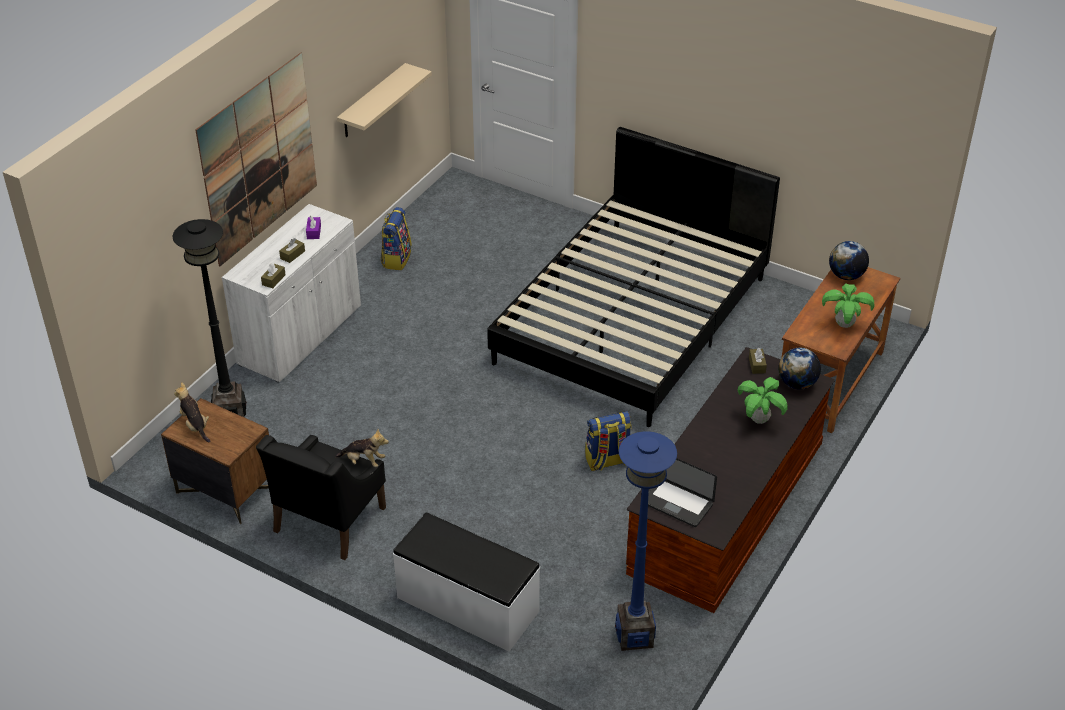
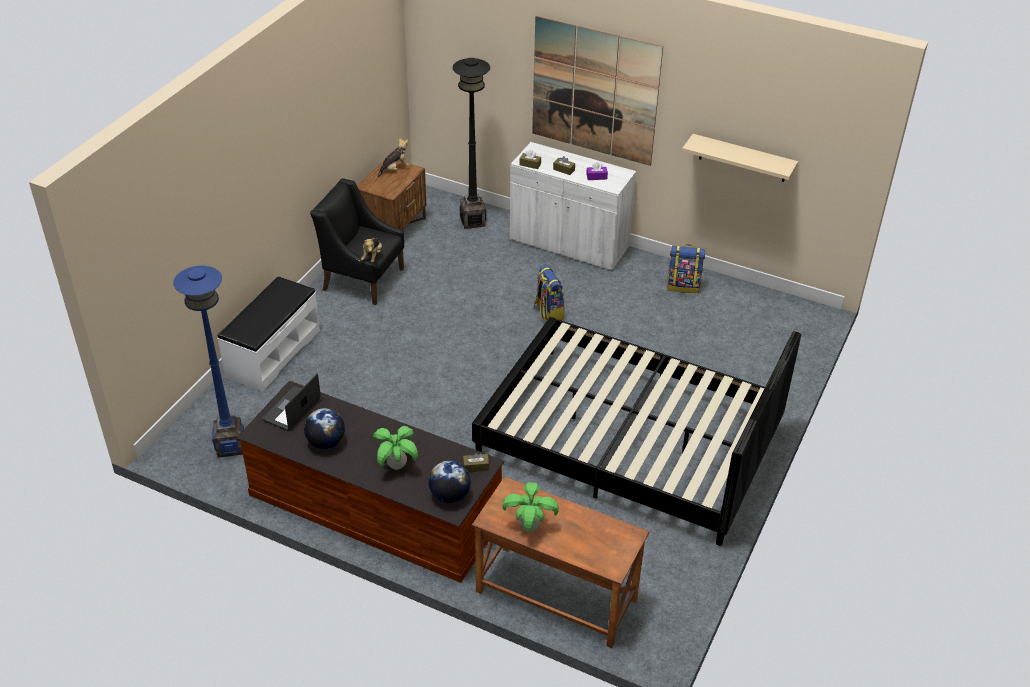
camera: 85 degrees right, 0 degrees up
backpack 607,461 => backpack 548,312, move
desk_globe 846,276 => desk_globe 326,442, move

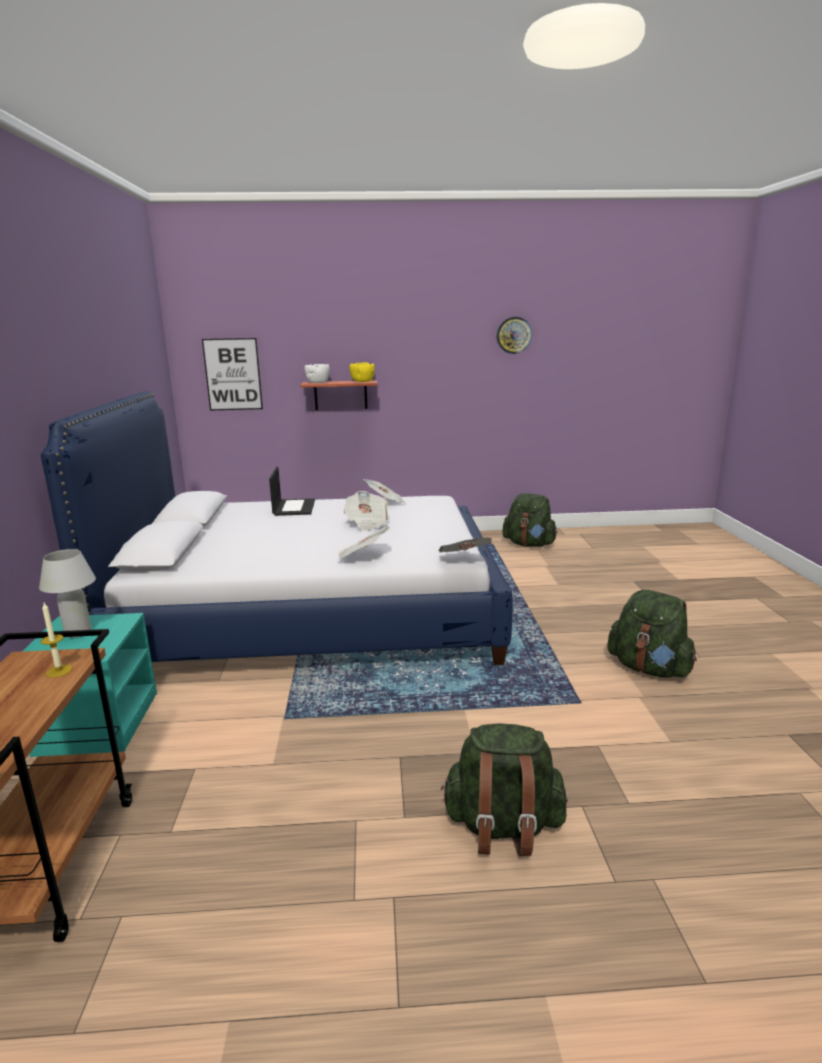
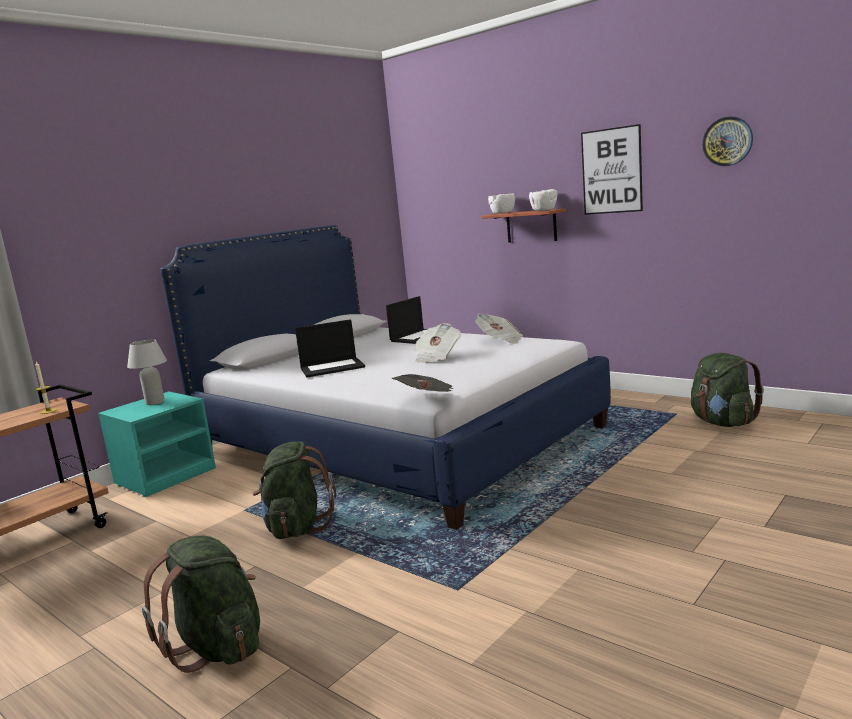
camera: 45 degrees right, 5 degrees down
wall_art 233,374 => wall_art 611,171, move
newspaper 362,557 => nothing
yellowish_bowl 362,381 => white_bowl 543,210
green-coloured_backpack 649,668 => green-coloured_backpack 297,528, move
nothing => laptop 333,367

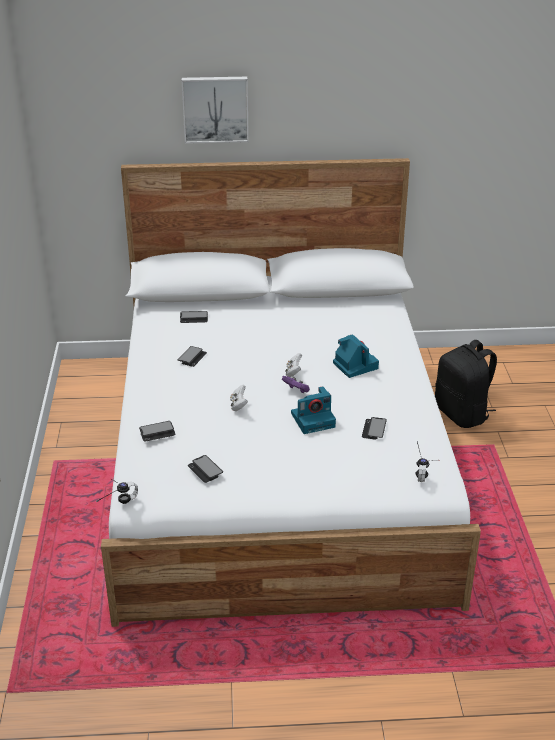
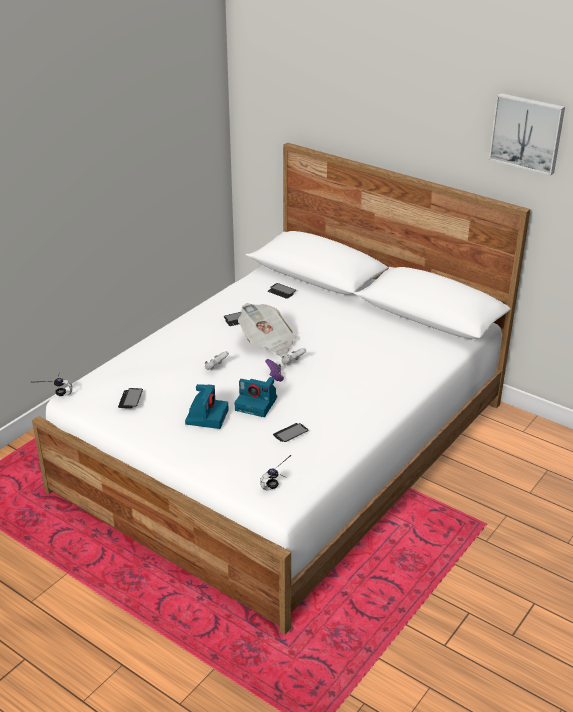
camera: 40 degrees right, 0 degrees up
handset 157,432 => nothing
wall_art 215,109 => wall_art 527,133, move
photo_camera 354,365 => photo_camera 207,416, move
blackish_backpack 462,414 => nothing
nothing => newspaper 267,343

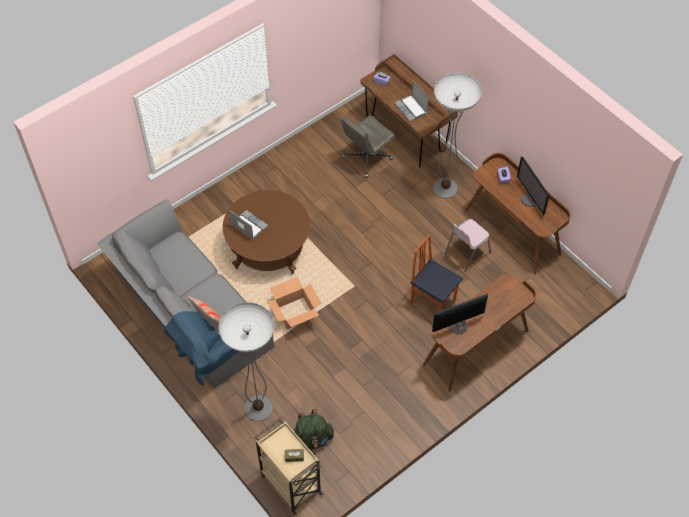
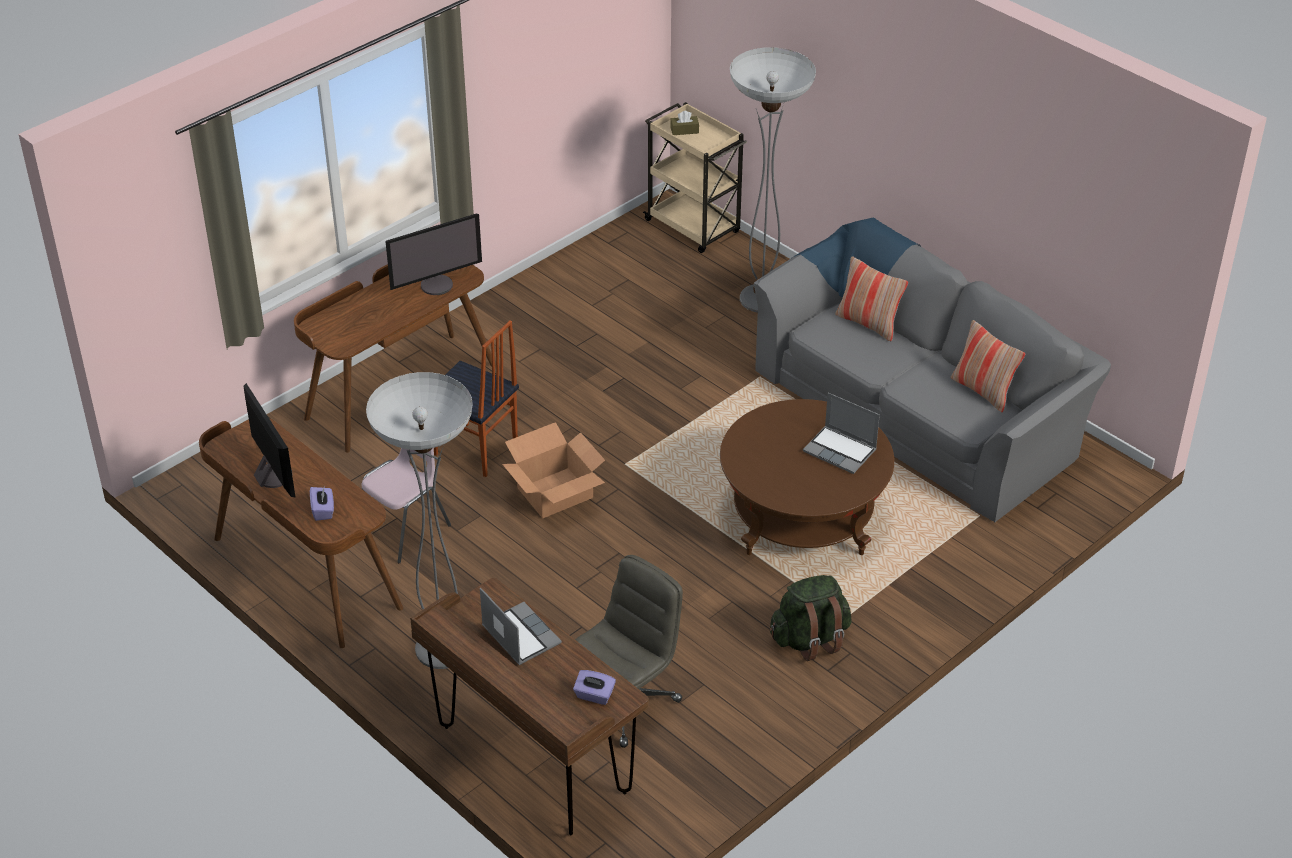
camera: 175 degrees right, 15 degrees down
packing_box 294,313 => packing_box 555,493, move
green-coloured_backpack 312,439 => green-coloured_backpack 810,639, move
nothing => cushion 983,391

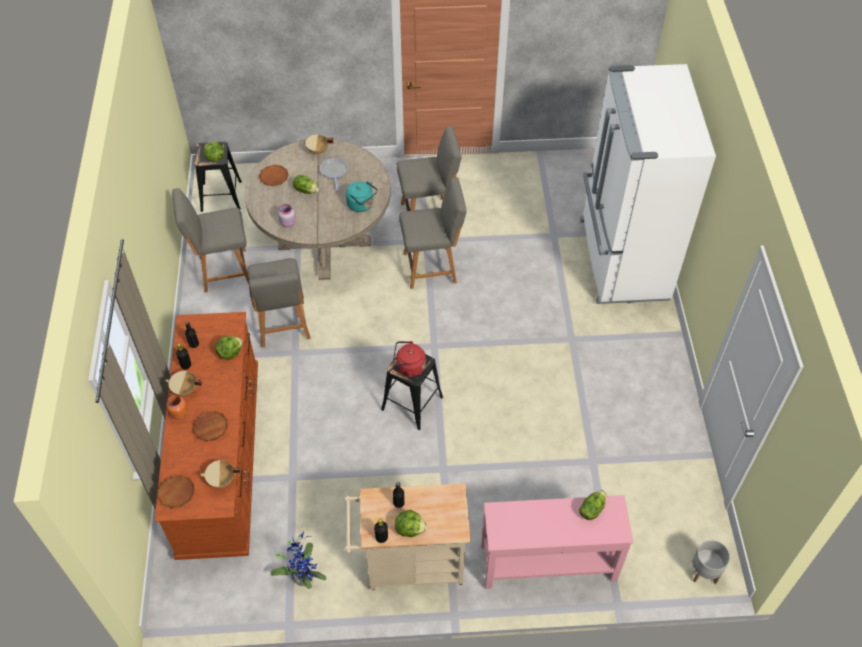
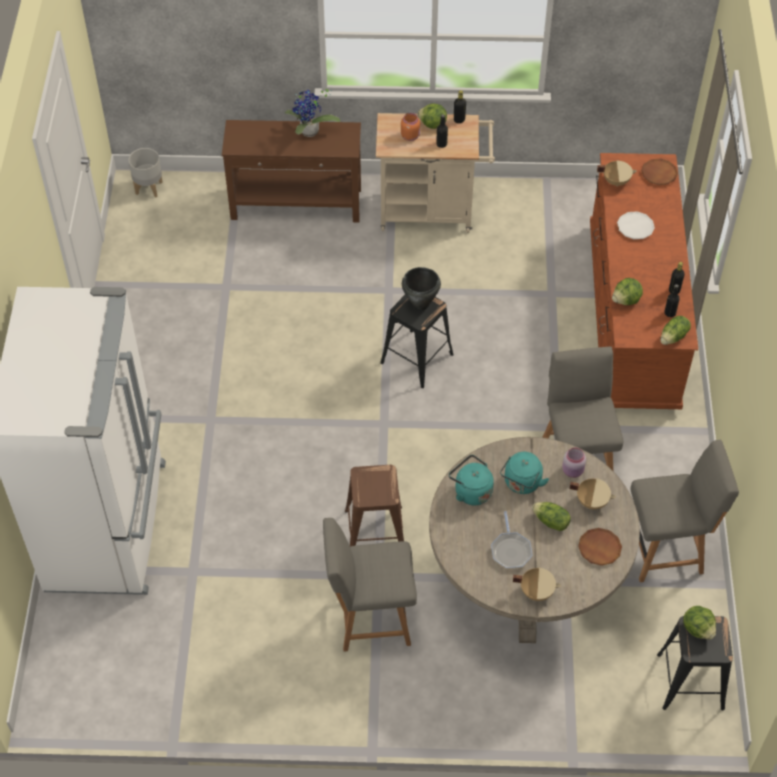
camera: 175 degrees left, 0 degrees up
beige-coloured_saucepot 185,390 => beige-coloured_saucepot 592,501, move
orangey_jar 179,414 => orangey_jar 410,136, move
brown-coloured_plate 211,427 => white_plate 635,227
plant_in_a_pot 303,575 => plant_in_a_pot 309,133, move
red-coloured_water_kettle 408,367 => blackish_saucepot 421,305
grey_plain_chair 432,267 => brown-coloured_stool_seat 374,532
pink-coloured_console_table 547,562 => brown-coloured_console_table 297,204
lettuce 591,509 => lettuce 674,337, move
nothing => turquoise_water_kettle 521,484

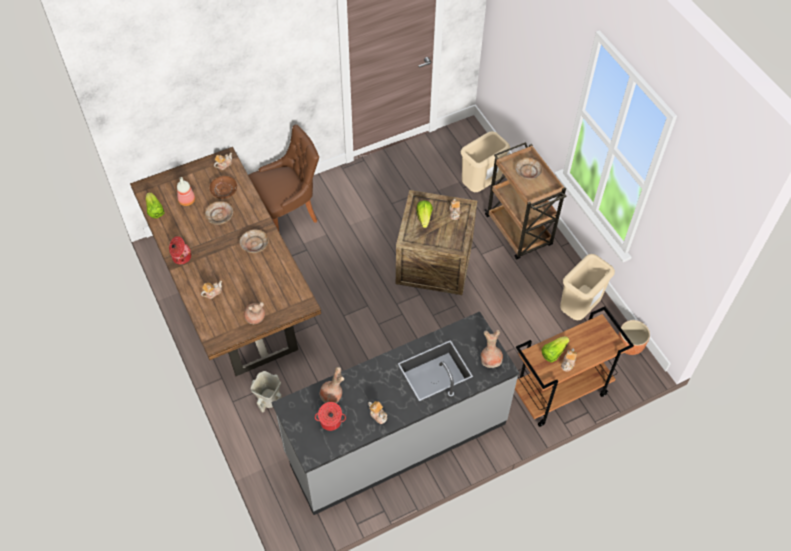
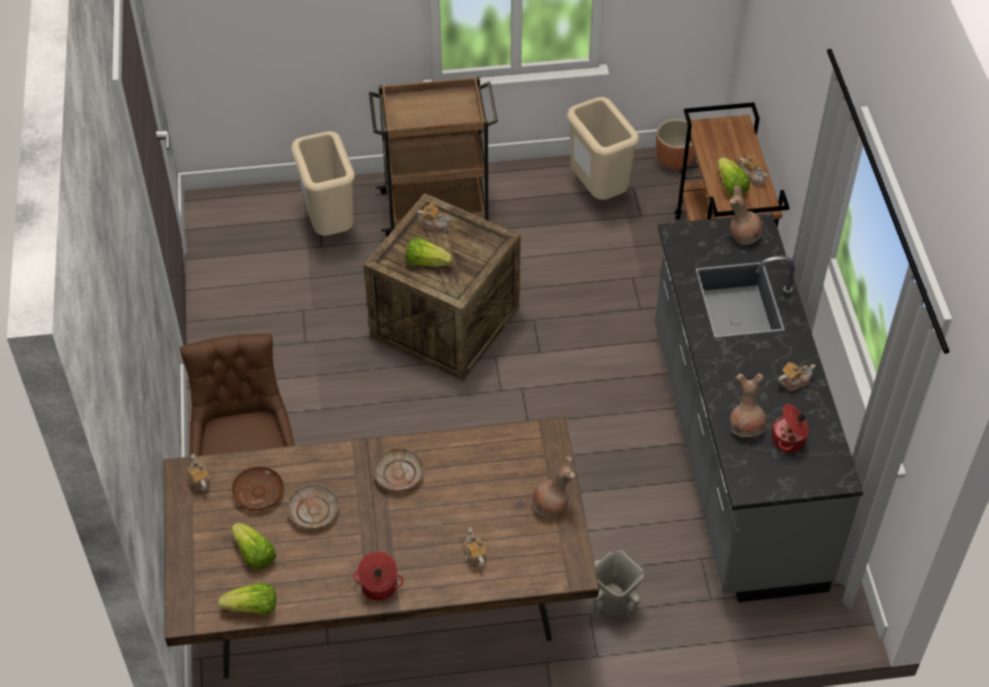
camera: 70 degrees left, 5 degrees down
bottle 186,200 => lettuce 254,554
beige-coloured_plate 528,171 => nothing

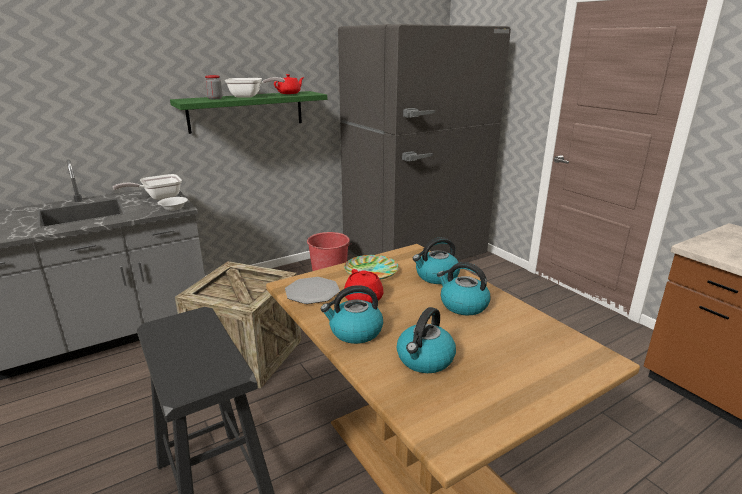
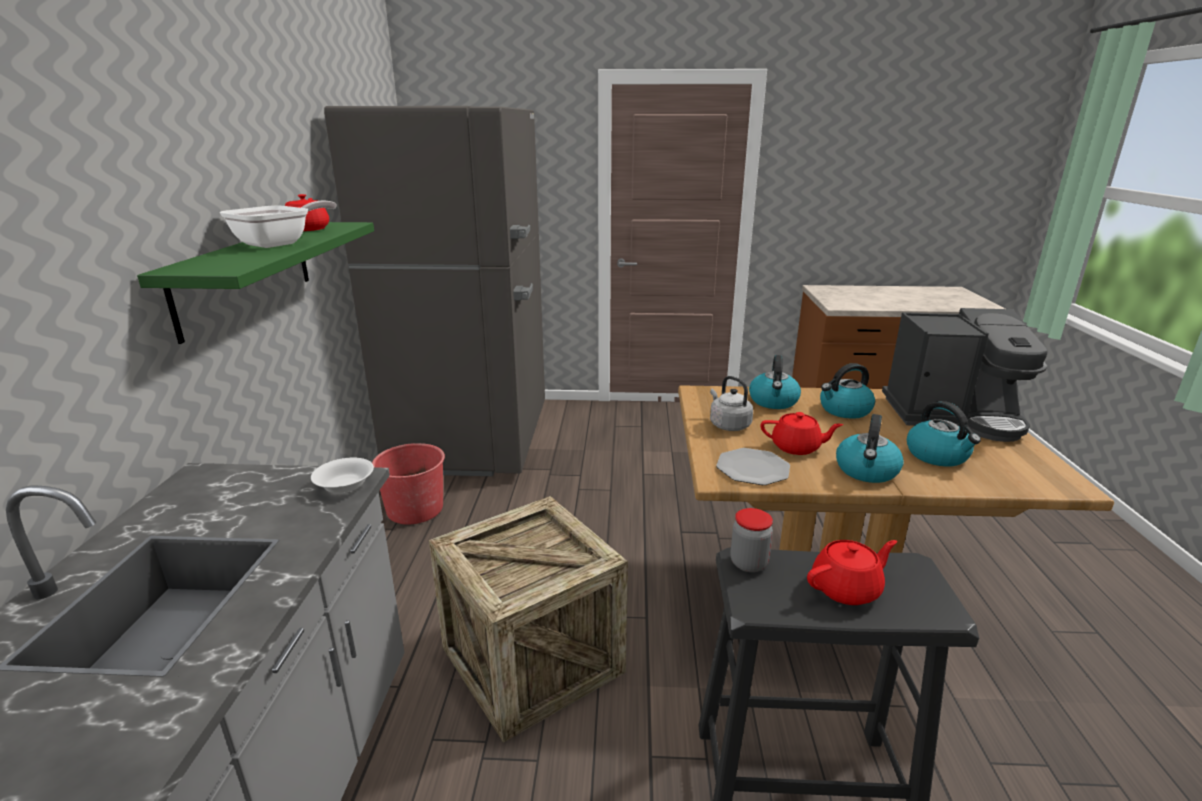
camera: 55 degrees left, 0 degrees up
pan 158,197 => nothing
jar 215,98 => jar 748,563, move
plate 371,271 => grey_water_kettle 728,425
nothing => red-coloured_teapot 847,589
nothing => coffee_maker 953,416

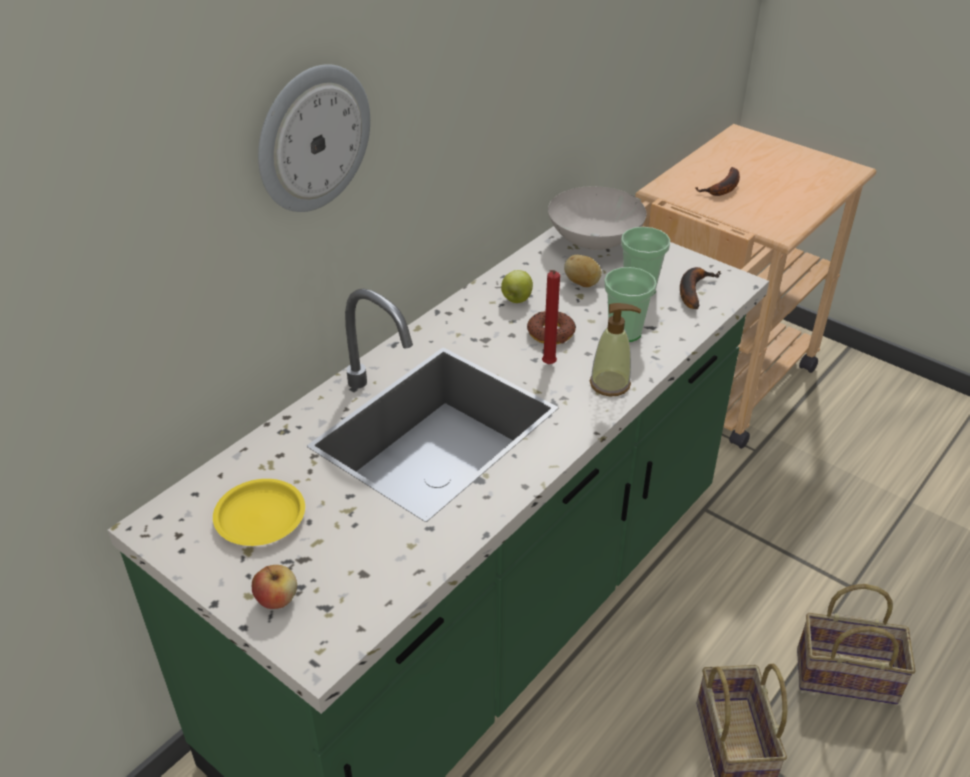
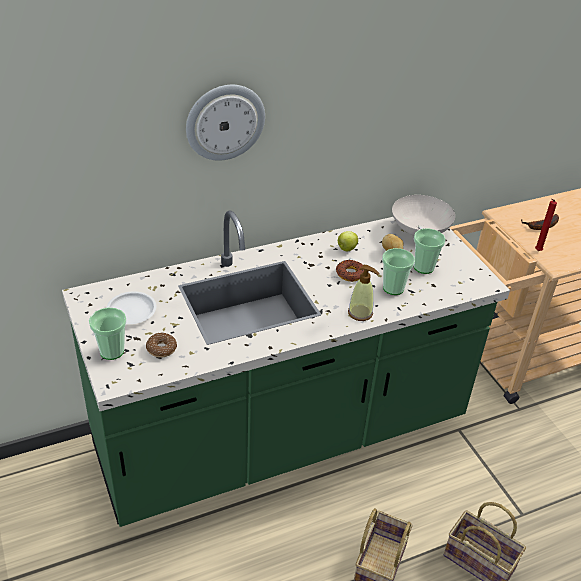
camera: 25 degrees right, 0 degrees up
yellowish_plate 260,516 => white_plate 131,310
whole_apple 277,599 => drinking_cup 112,351
red-coloured_wax_candle 548,365 => red-coloured_wax_candle 537,251, move
banana_fruit 693,290 => nothing
nothing => donut 161,349

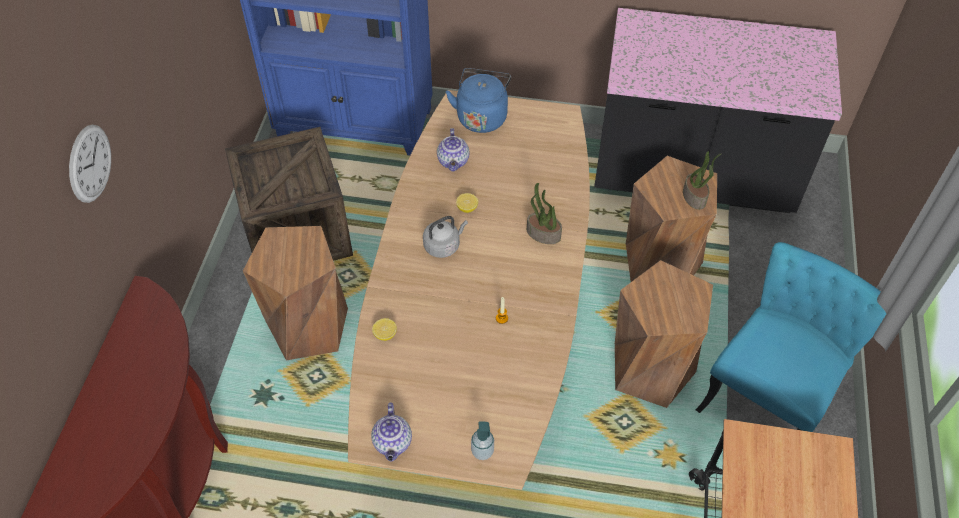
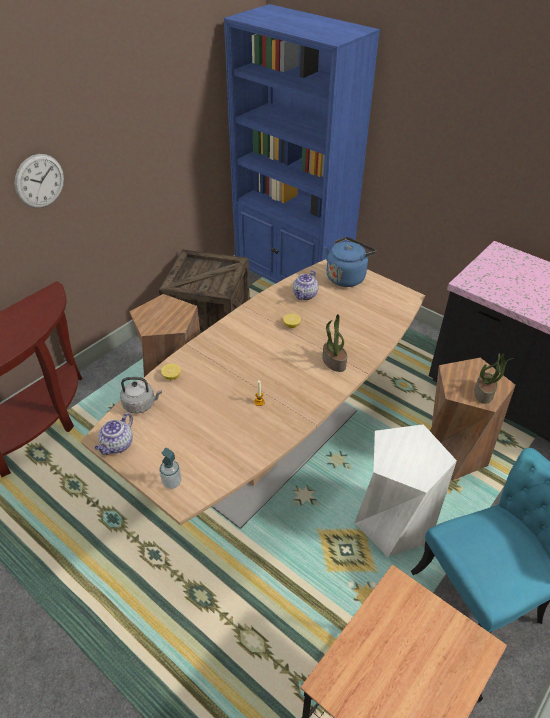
camera: 30 degrees right, 10 degrees down
grey_water_kettle 443,245 => grey_water_kettle 141,404, move
brown-coloured_stool_seat 650,369 => white_stool_seat 393,522

